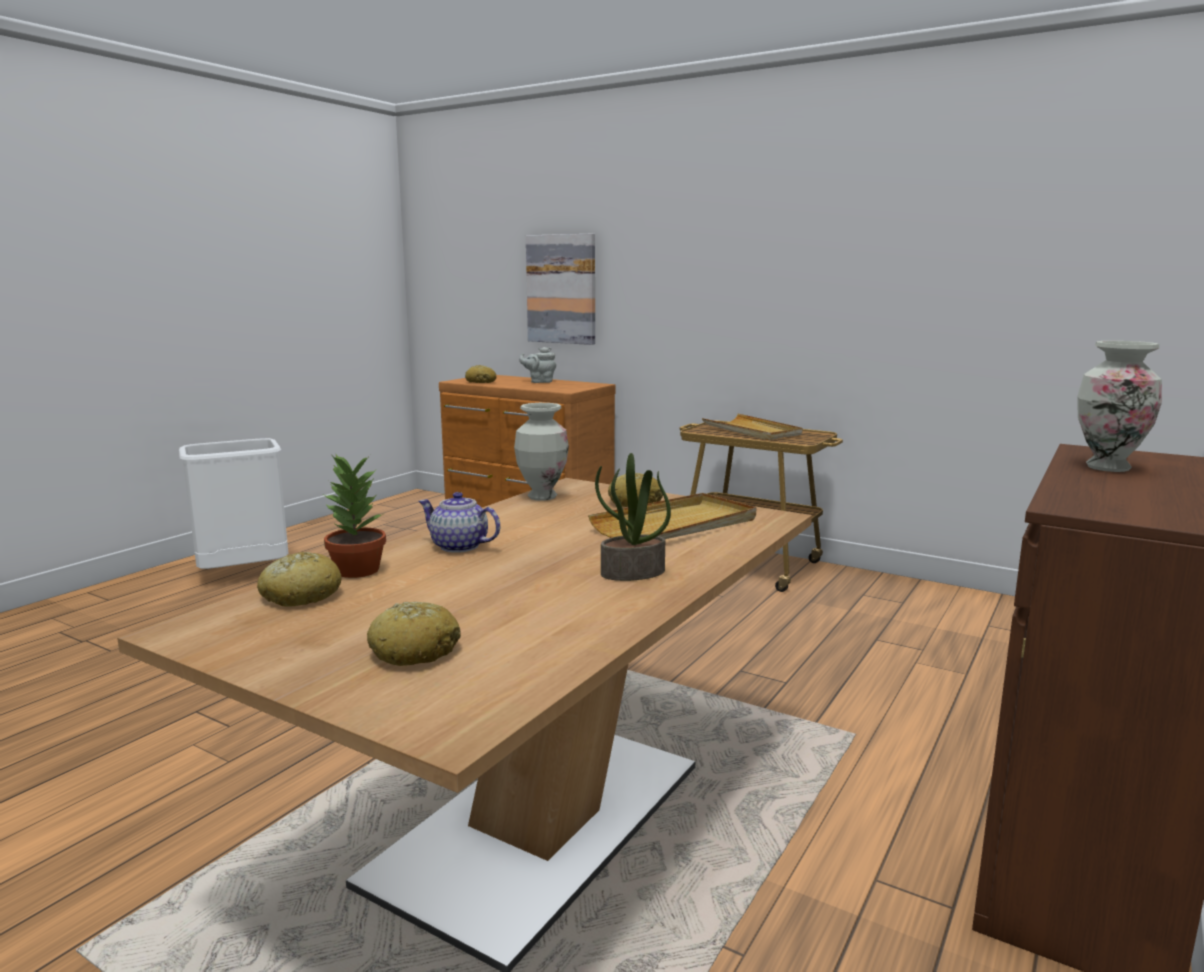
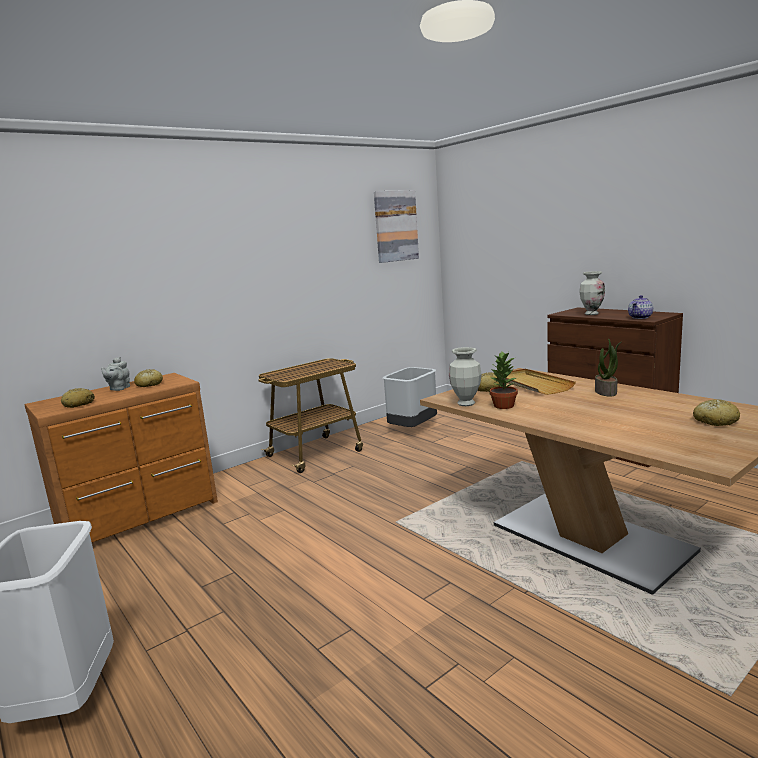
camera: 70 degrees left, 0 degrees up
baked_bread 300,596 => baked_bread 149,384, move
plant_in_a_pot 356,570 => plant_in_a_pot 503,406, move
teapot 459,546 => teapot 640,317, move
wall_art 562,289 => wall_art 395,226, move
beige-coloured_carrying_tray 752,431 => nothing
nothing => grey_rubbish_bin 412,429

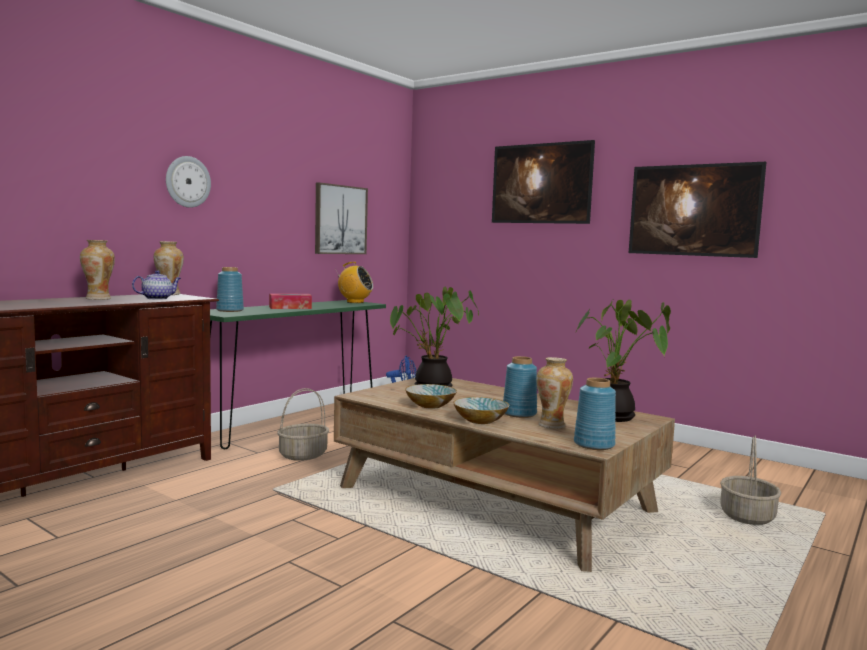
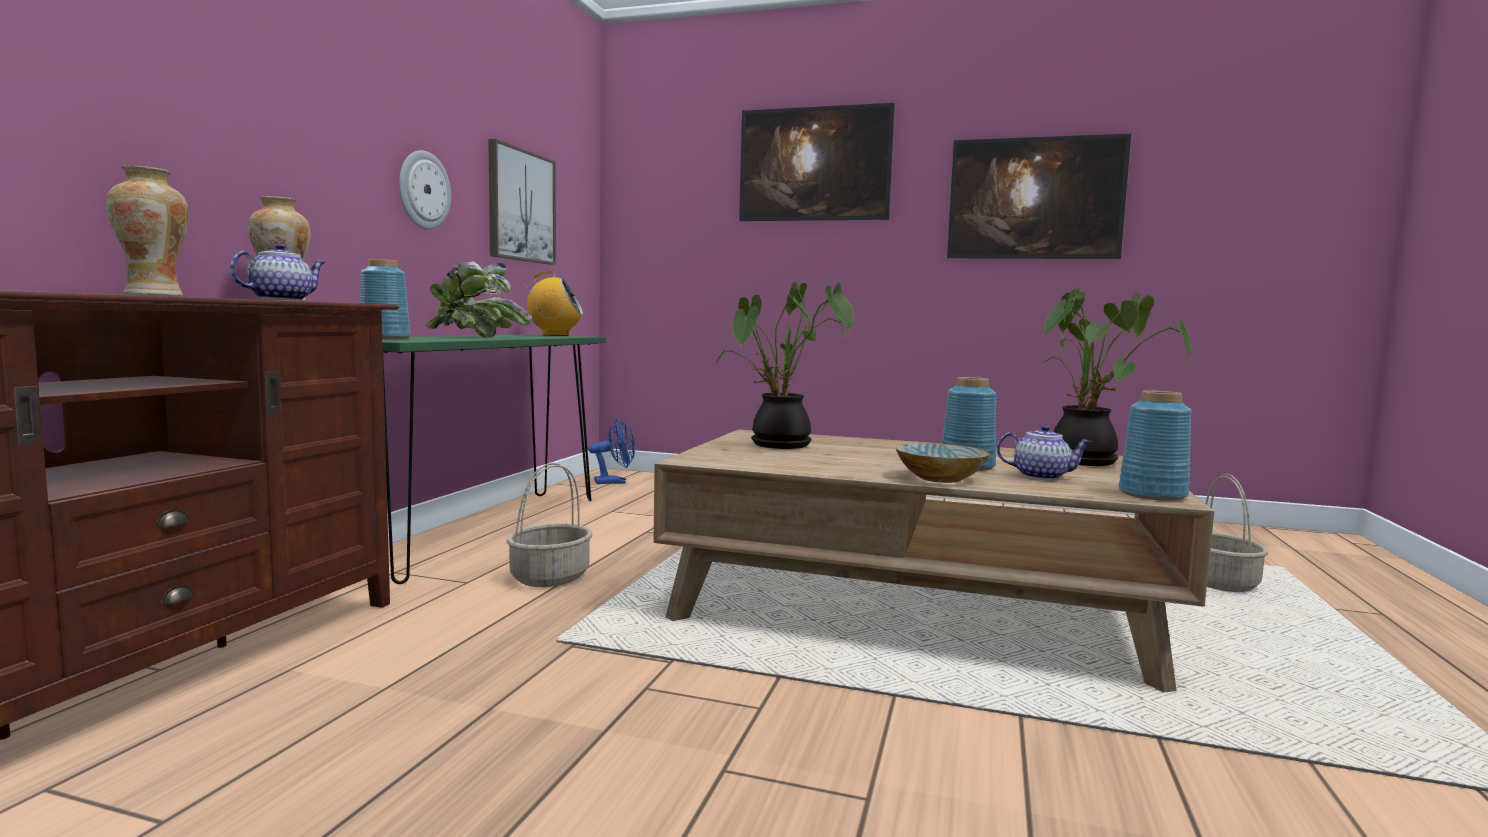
camera: 20 degrees left, 0 degrees up
clock_on_the_wall 187,182 => clock_on_the_wall 423,190, move
box_of_tissues 290,307 => plant_in_a_pot 477,337
bowl 431,405 => nothing
vase 552,425 => teapot 1042,476

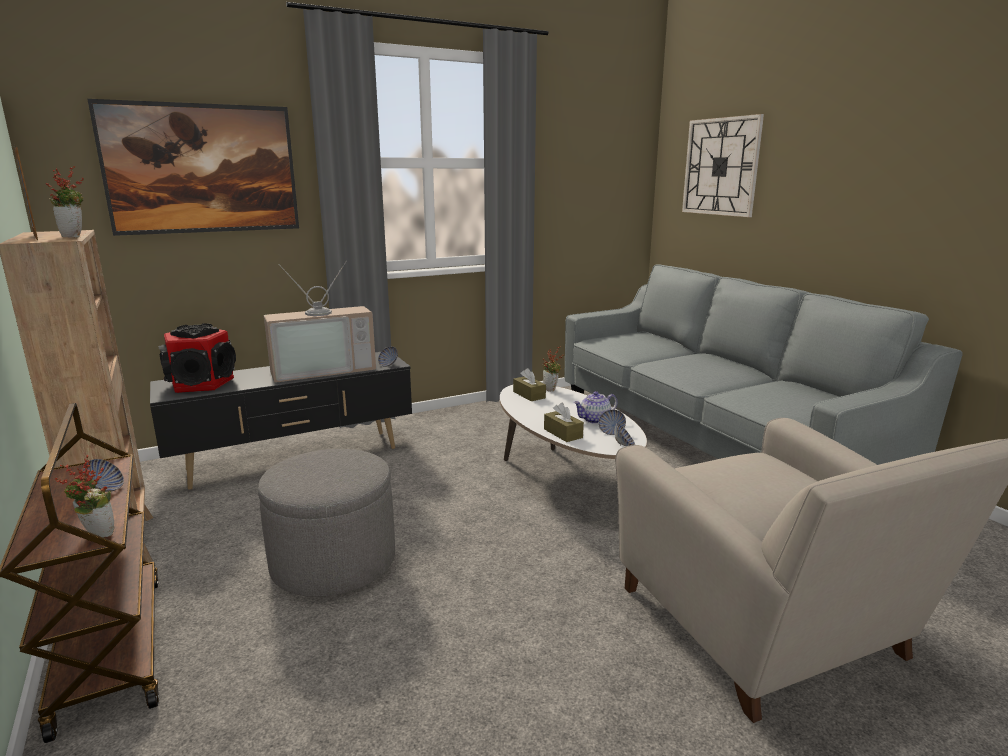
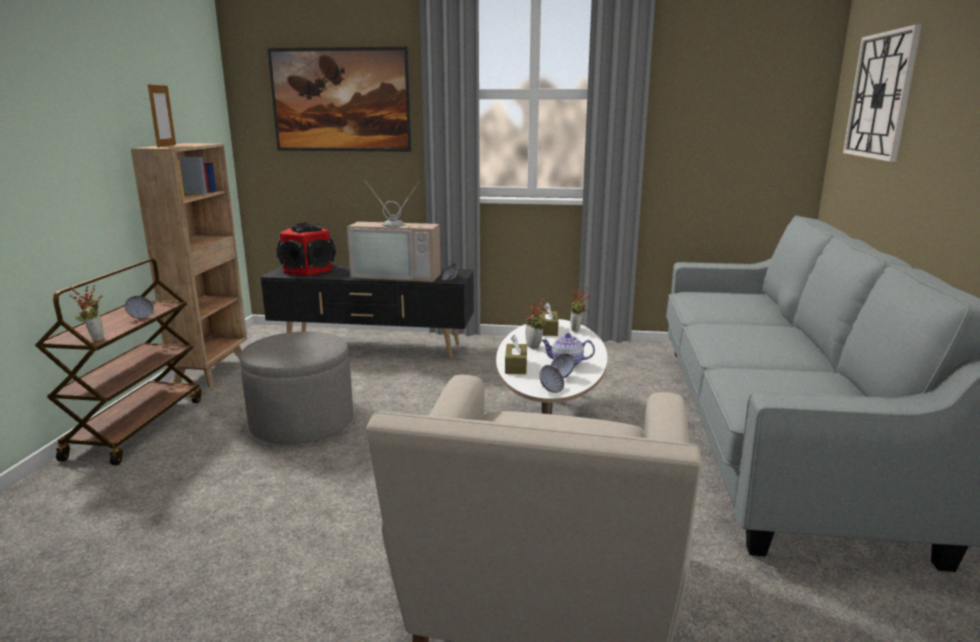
camera: 35 degrees right, 0 degrees up
plant_in_a_pot 75,237 => plant_in_a_pot 535,347, move

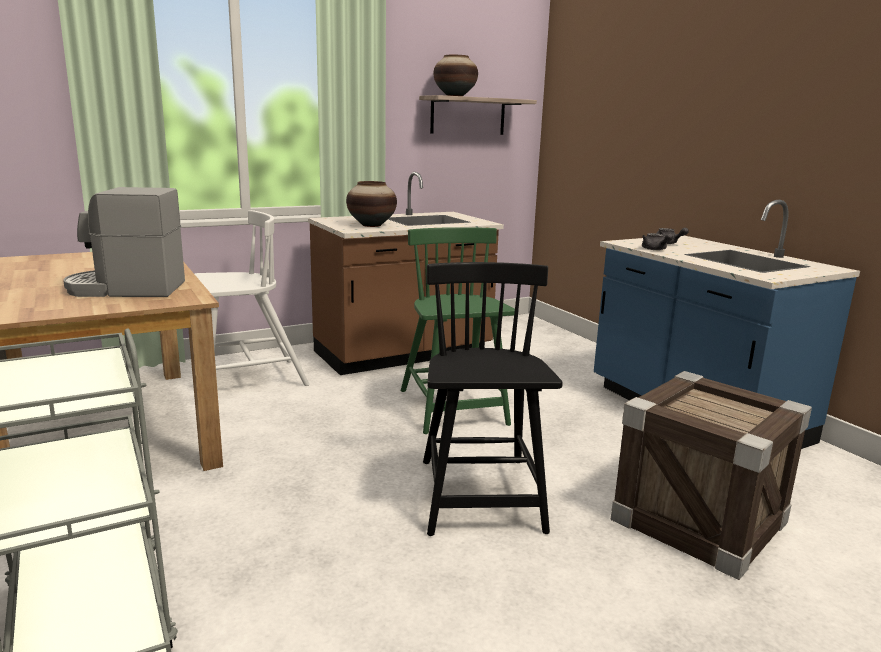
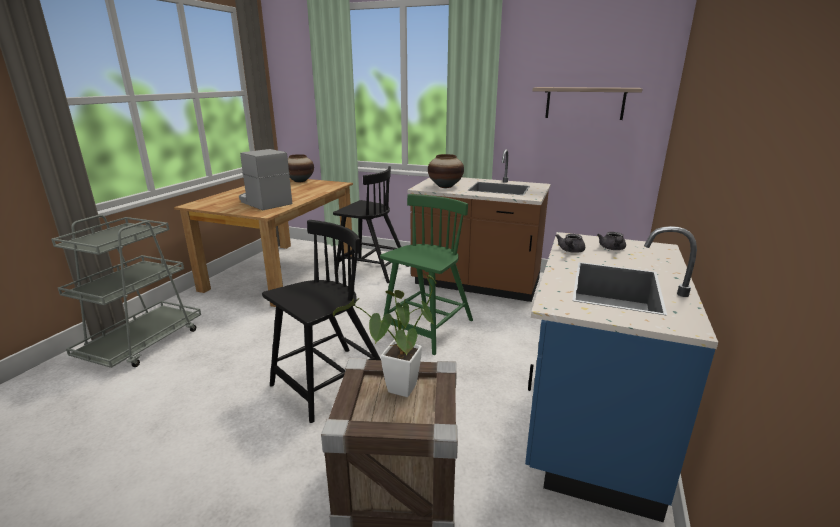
camera: 50 degrees right, 5 degrees up
white_plain_chair 249,380 => blackish_plain_chair 371,269
vase 454,96 => vase 300,181, move
nothing => plant_in_a_pot 398,393

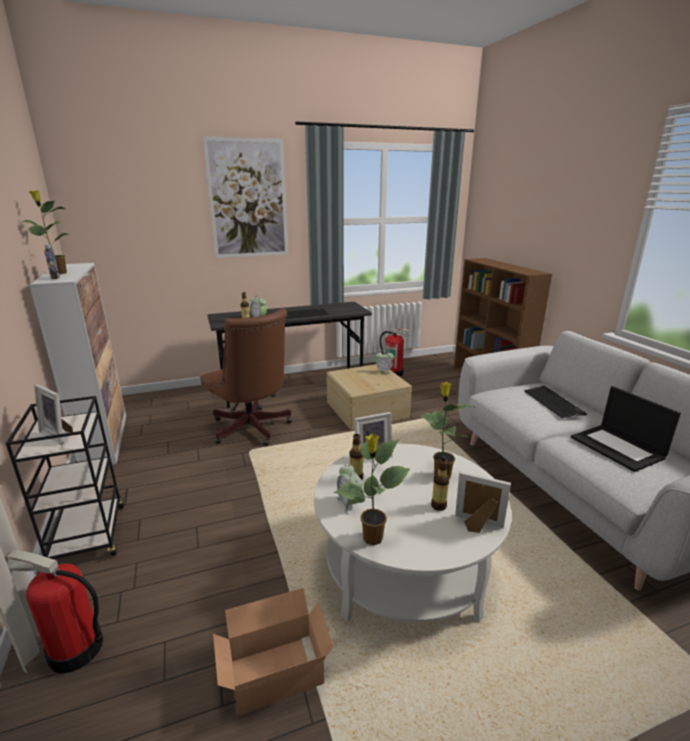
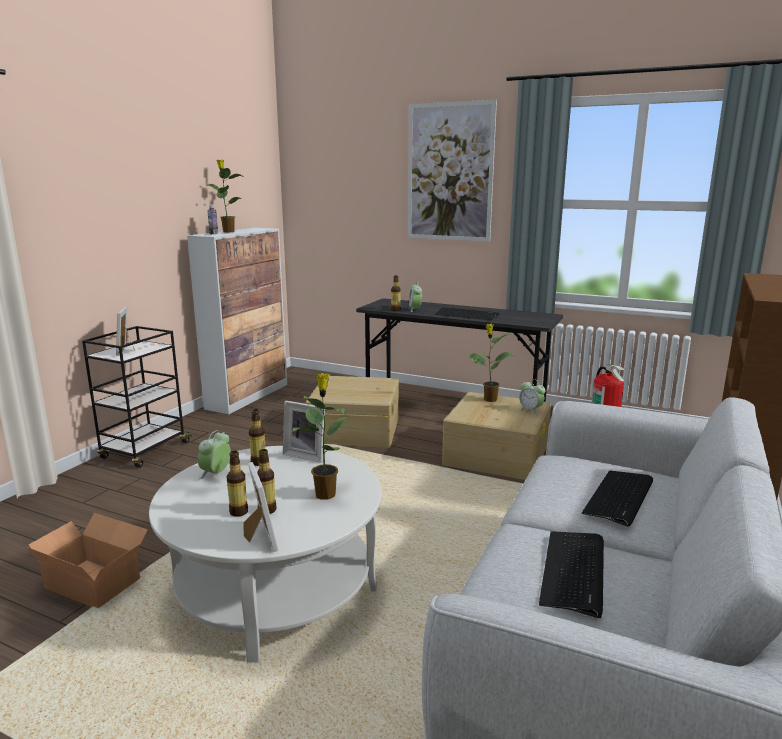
camera: 45 degrees right, 5 degrees down
extinguisher 75,649 => nothing
brown-coloured_desk_chair 252,430 => beige-coloured_storage_container 354,429
plant_in_a_pot 372,539 => plant_in_a_pot 489,399, move
laptop 618,448 => computer_keyboard 574,571
nothing => bottle 239,512

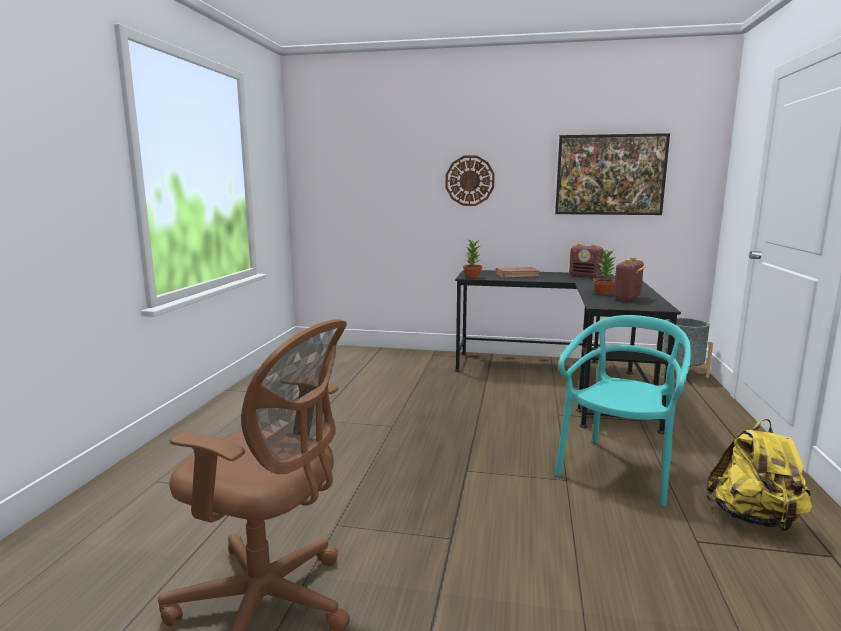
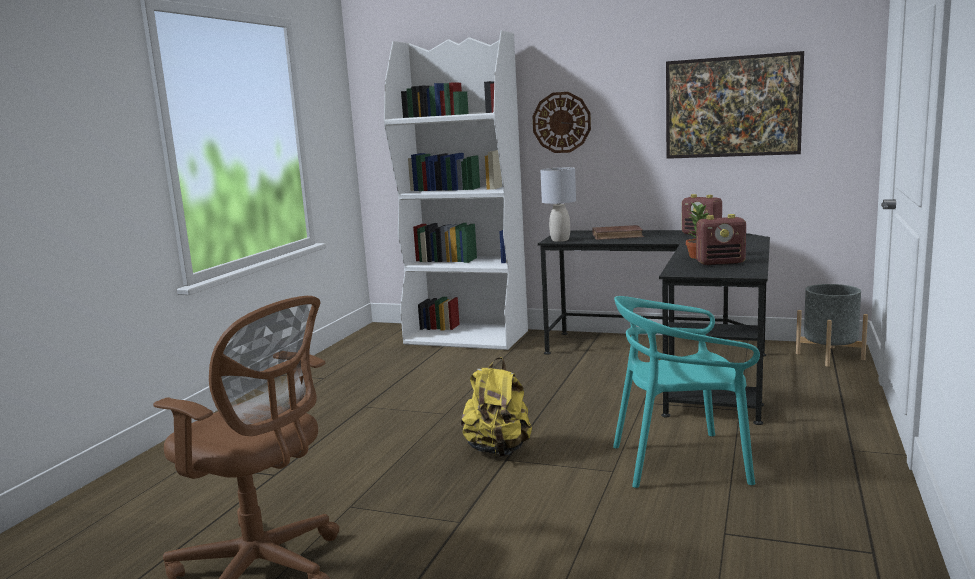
camera: 10 degrees right, 0 degrees up
plant_in_a_pot 472,277 => grey_table_lamp 559,240
turquoise_plain_chair 619,470 => turquoise_plain_chair 680,462, 135 degrees counterclockwise
radio 627,298 => radio 721,263, 135 degrees counterclockwise
yellowish_backpack 754,519 => yellowish_backpack 498,450, move
nothing => white_shelving_unit 467,337

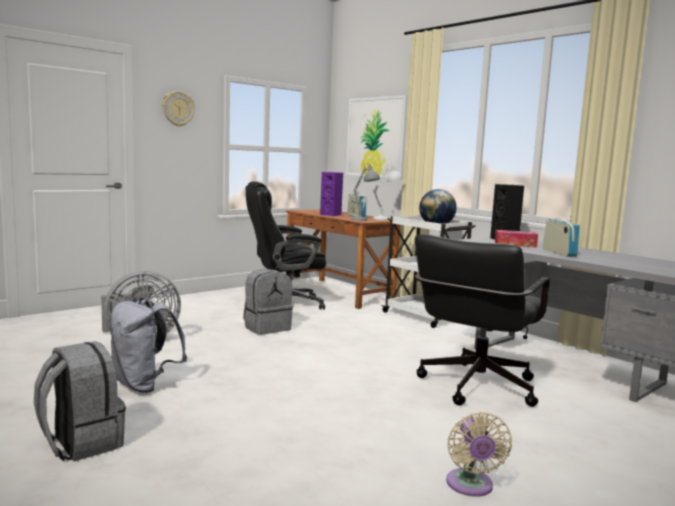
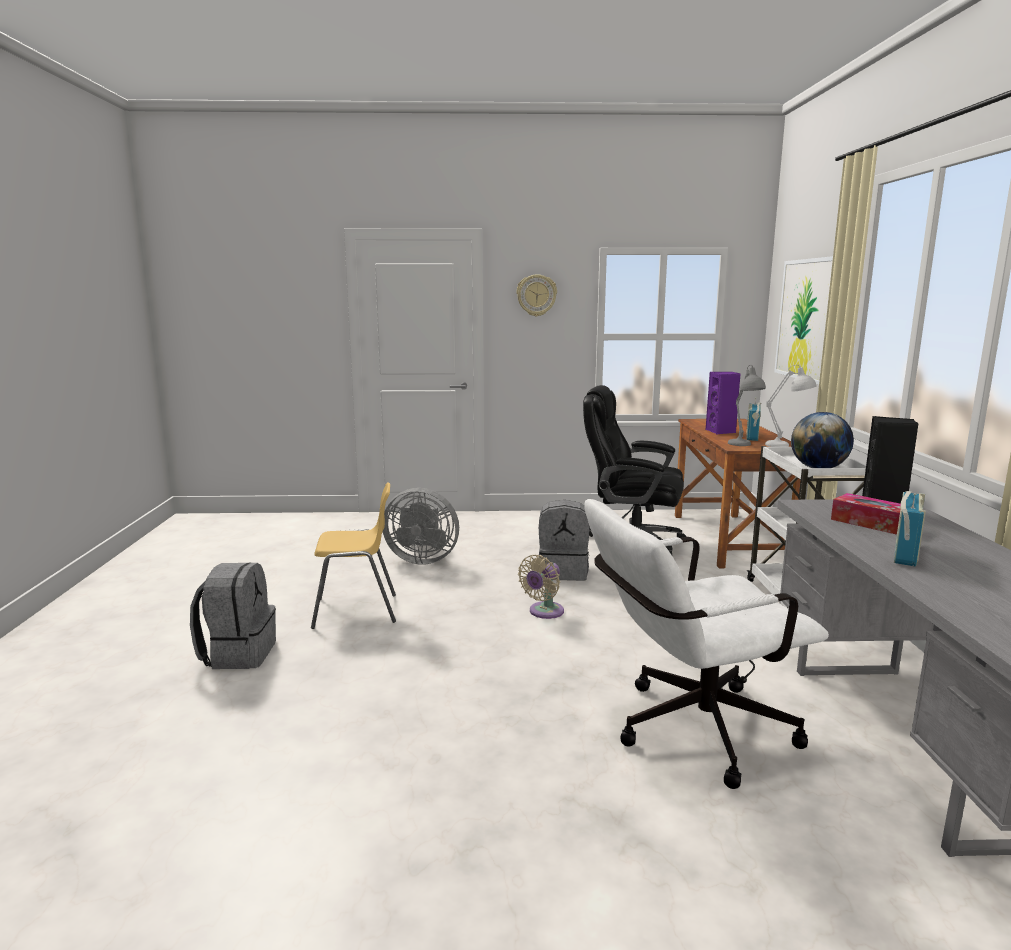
camera: 40 degrees right, 5 degrees up
grey_backpack 144,385 => yellowish_plain_chair 356,611
blackish_desk_chair 474,389 => white_desk_chair 689,731
beige-coloured_electric_fan 470,486 => beige-coloured_electric_fan 544,612, move

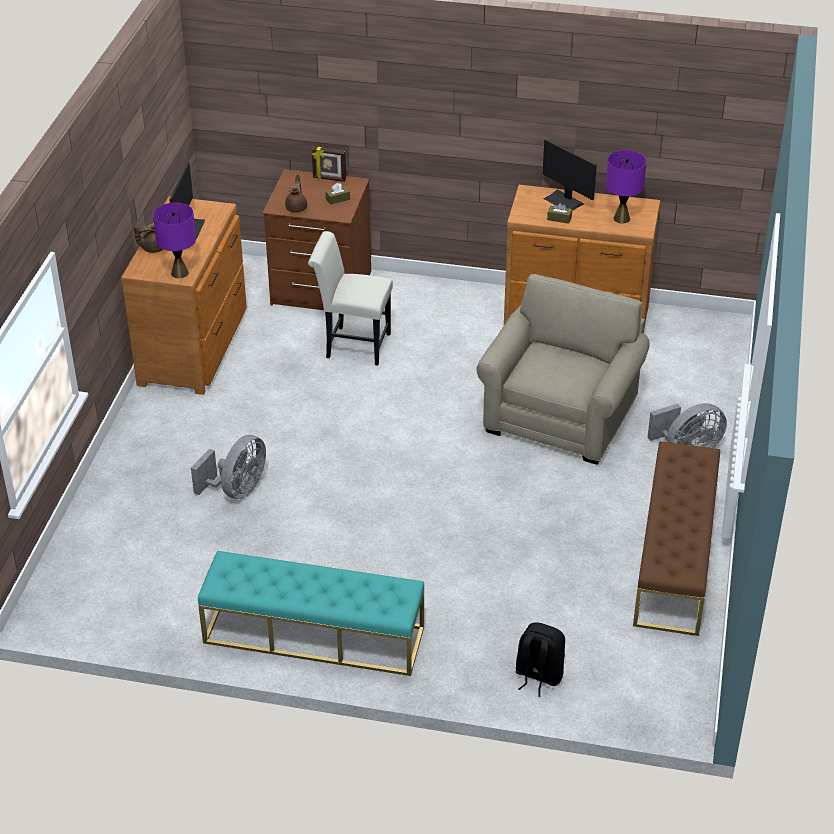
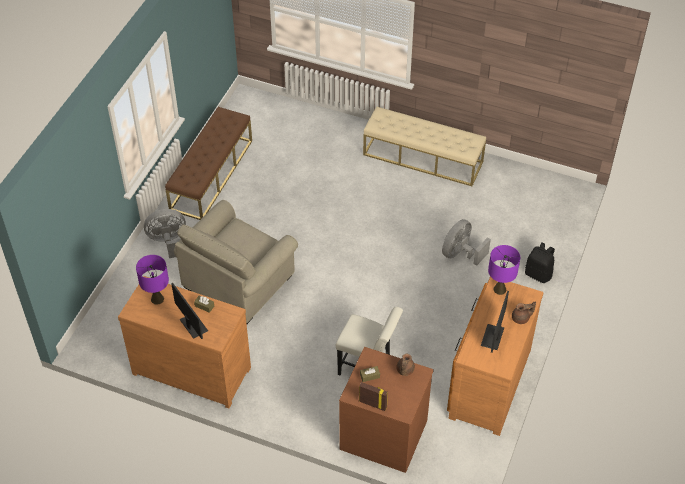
camera: 170 degrees left, 10 degrees up
turquoise_indoor_bench 313,635 => beige-coloured_indoor_bench 423,158
blackish_backpack 538,675 => blackish_backpack 538,274, move

